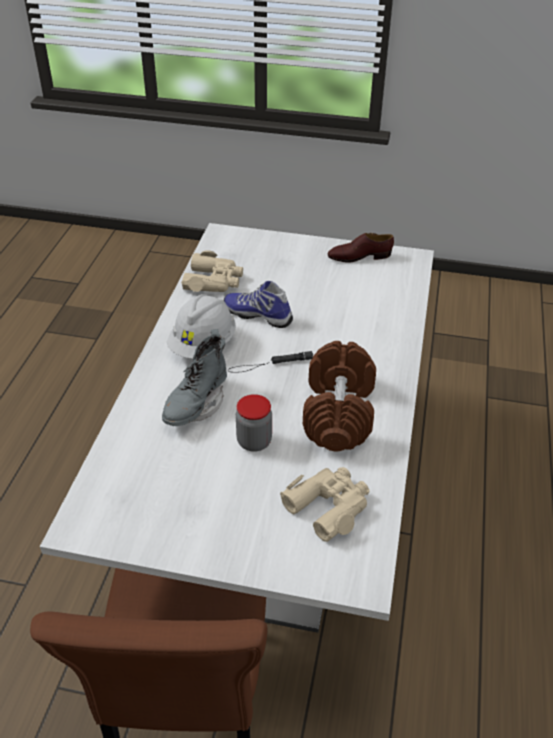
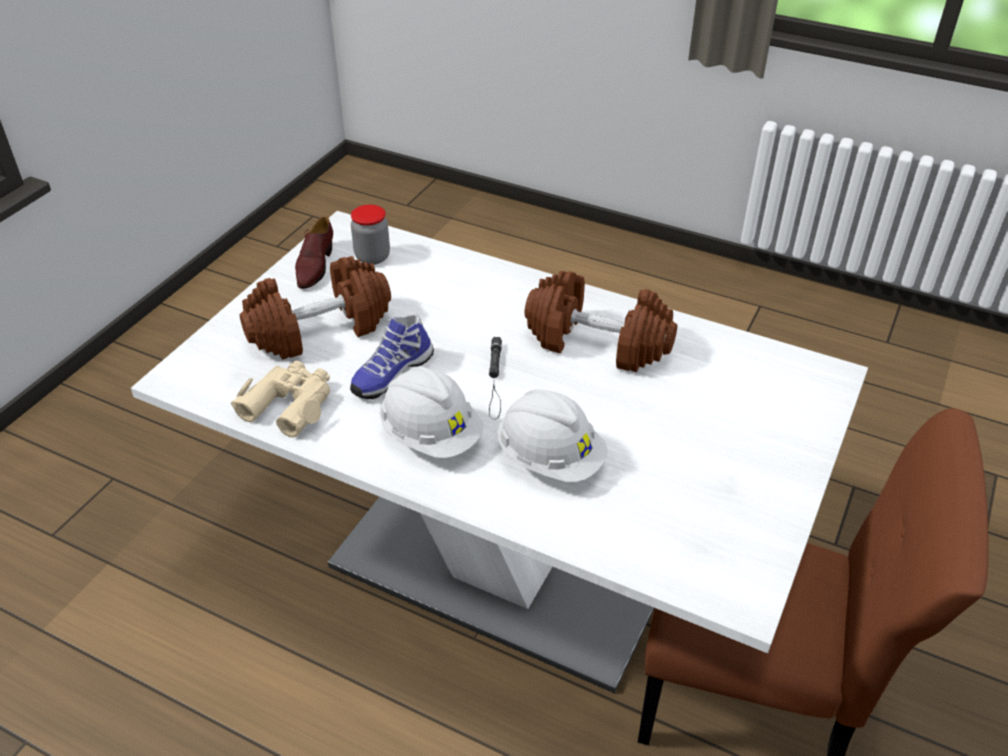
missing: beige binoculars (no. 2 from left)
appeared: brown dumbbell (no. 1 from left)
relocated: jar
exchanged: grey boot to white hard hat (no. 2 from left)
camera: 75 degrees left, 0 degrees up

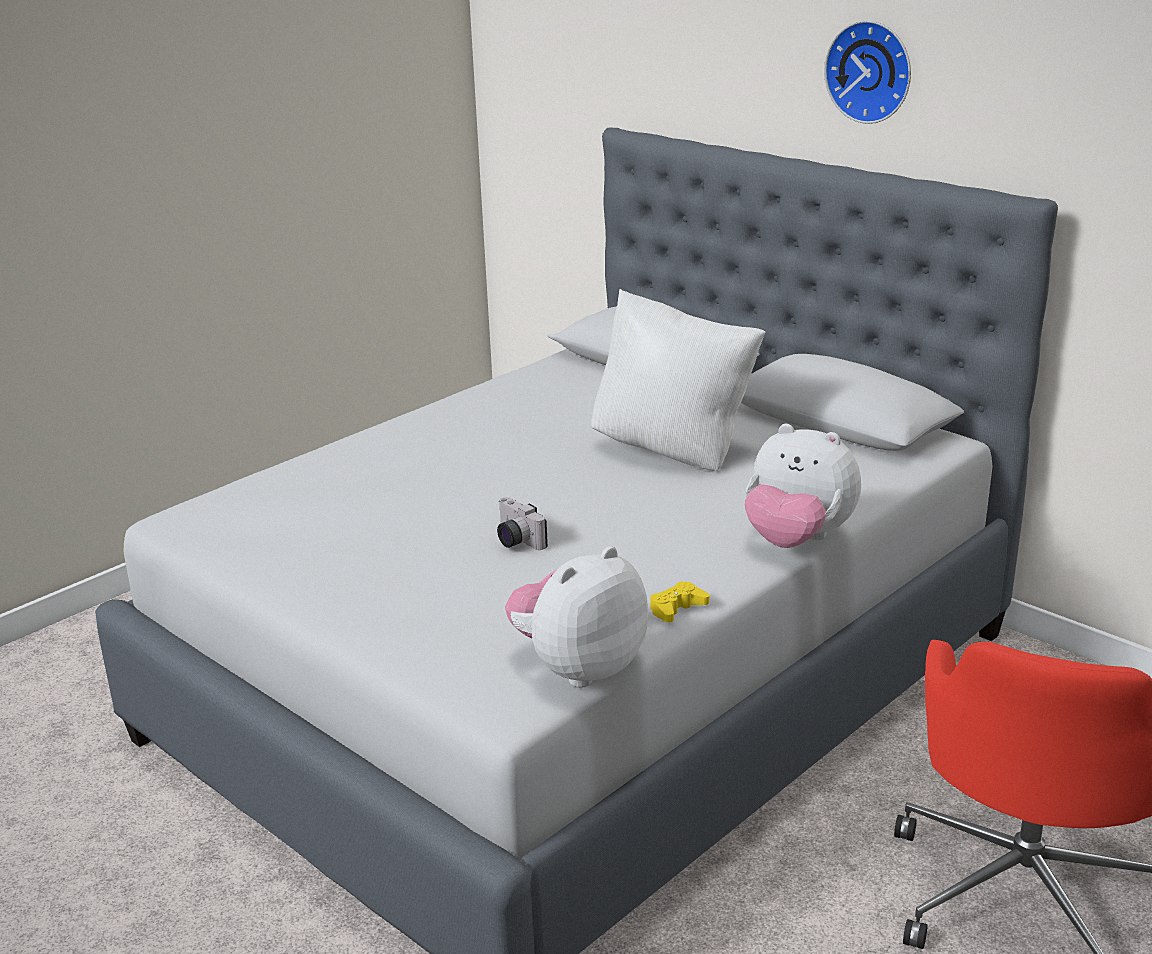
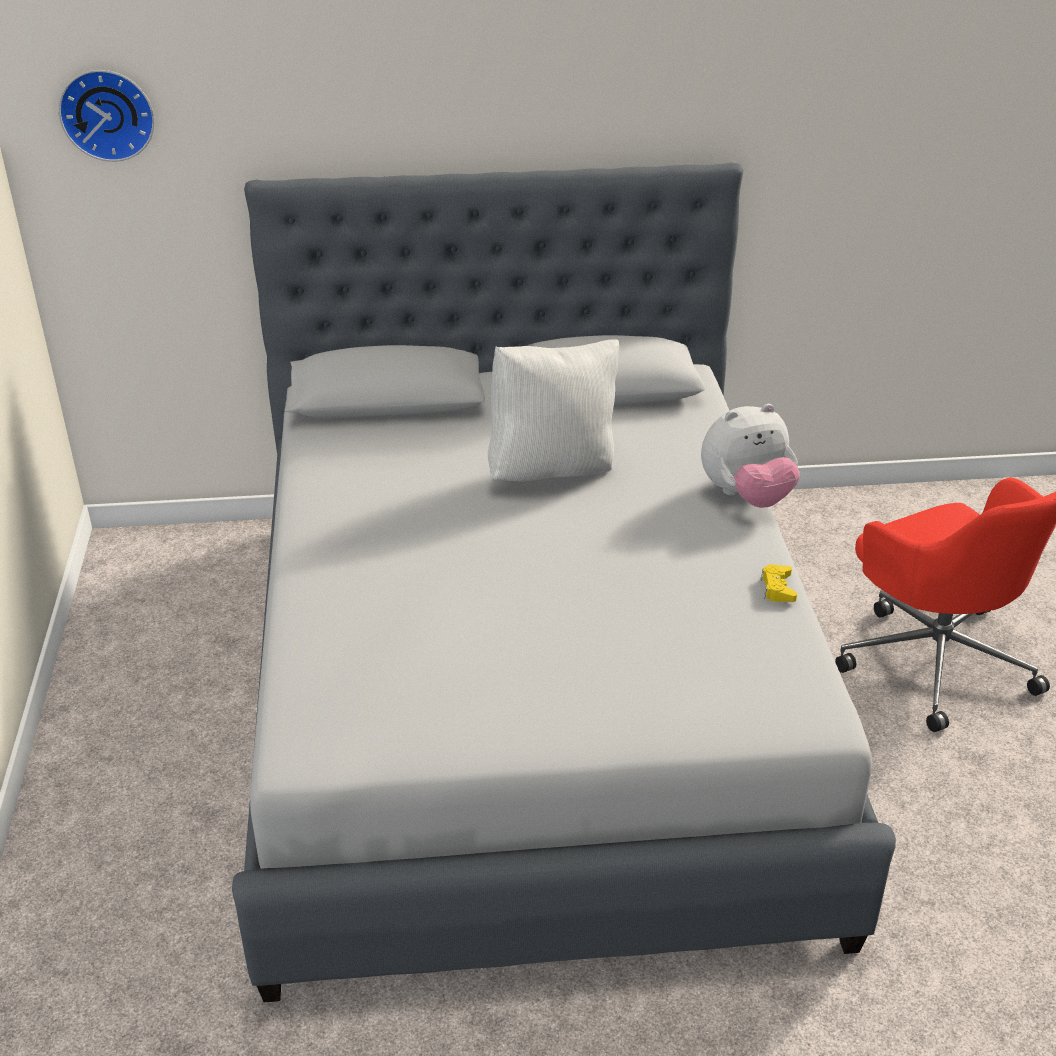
missing: photo camera; plush toy (no. 1 from left)
relocated: wall clock
camera: 50 degrees left, 10 degrees up

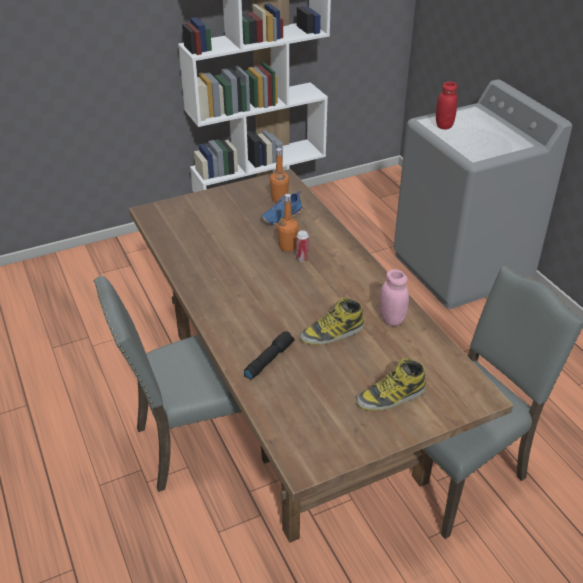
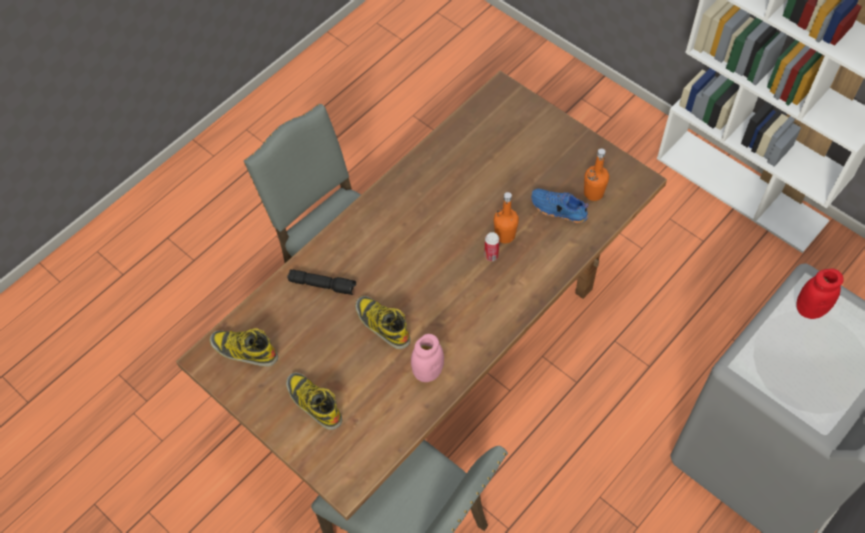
appeared: boot (no. 1 from left)
camera: 70 degrees right, 20 degrees up

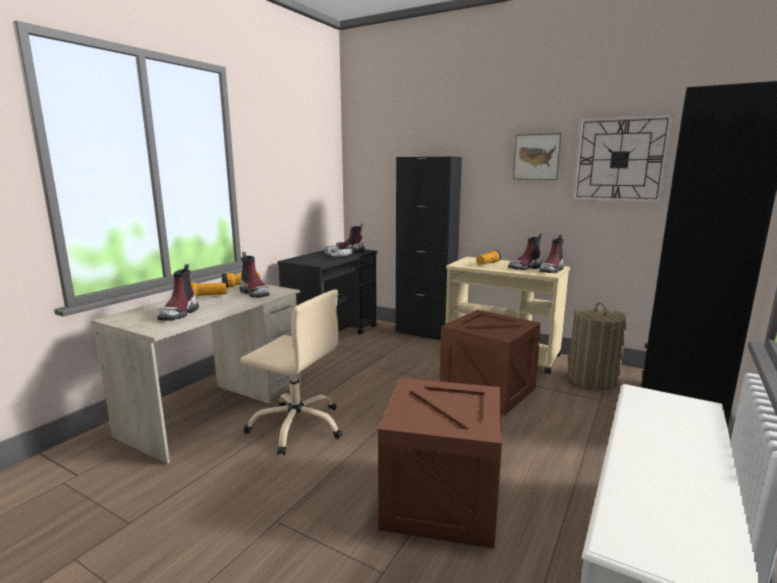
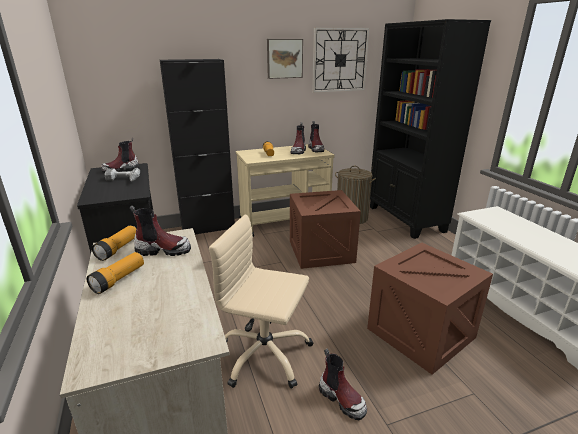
relocated: boot (no. 1 from left in the first image) to boot (no. 5 from left)
spun: beige office chair 135 degrees counterclockwise
camera: 50 degrees left, 10 degrees up

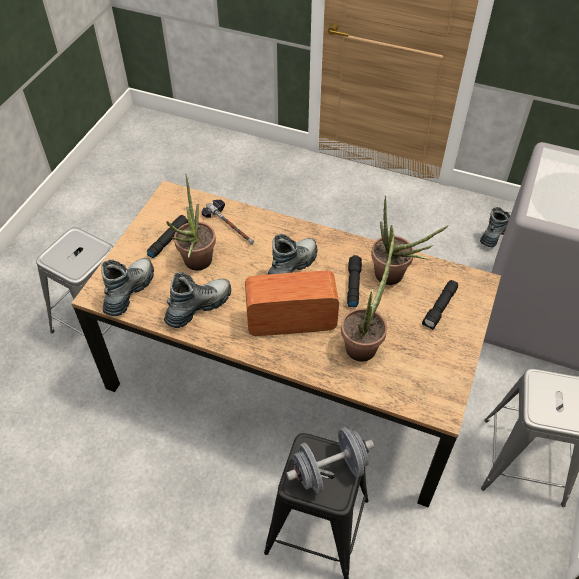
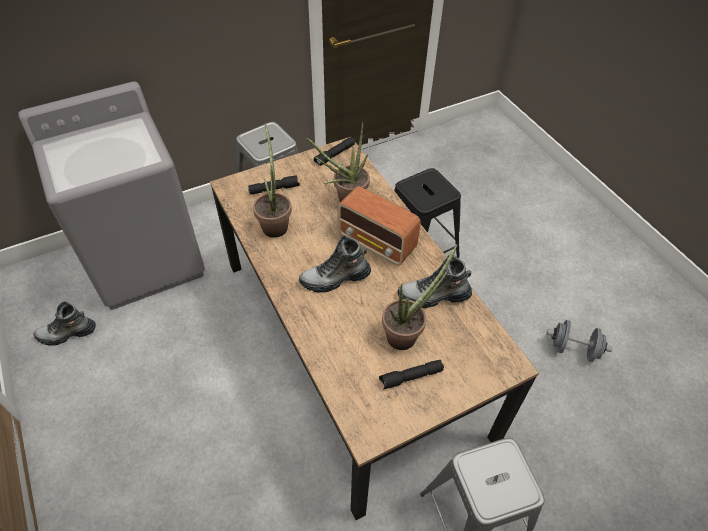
missing: boot (no. 1 from left); hammer
relocated: grey dumbbell; black flashlight (no. 2 from left)
camera: 140 degrees left, 0 degrees up

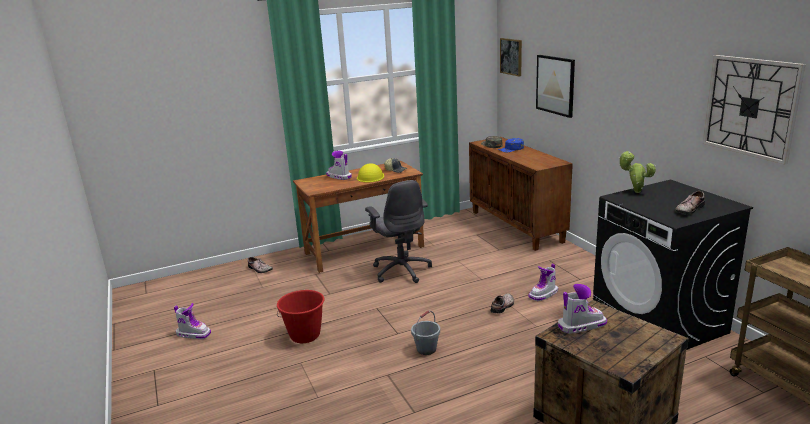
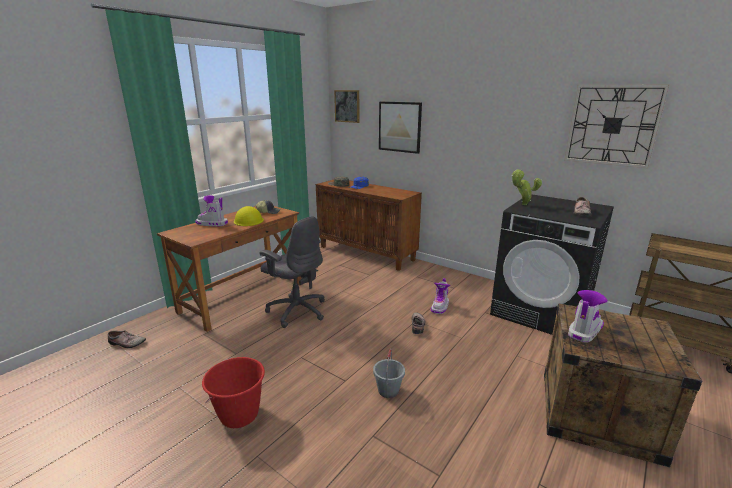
missing: boot (no. 1 from left)
camera: 30 degrees left, 0 degrees up

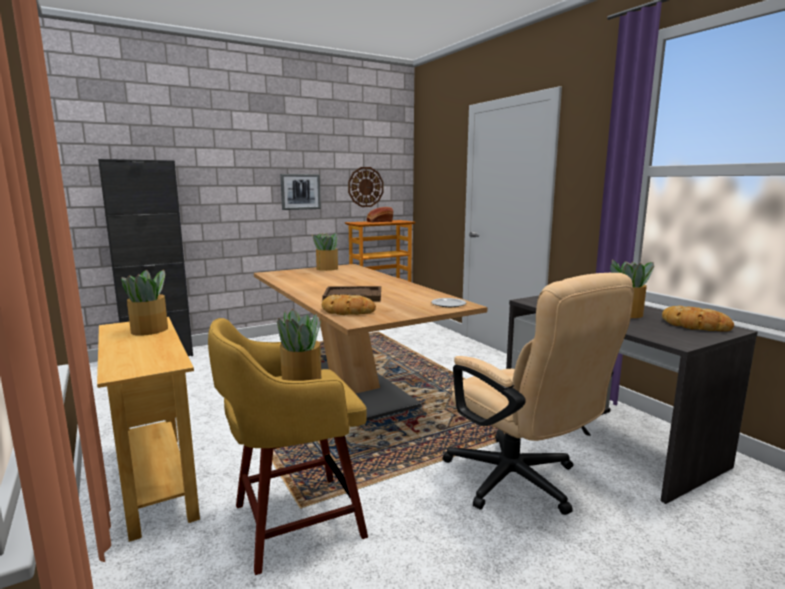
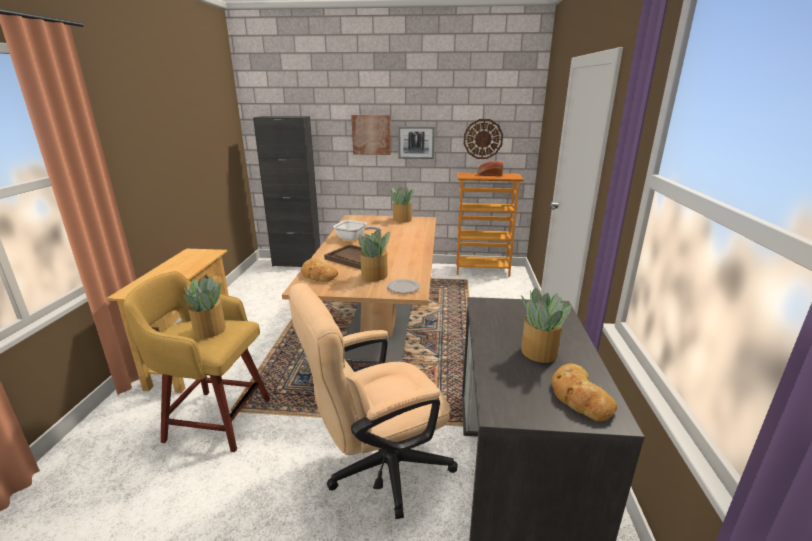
appeared: frying pan; picture (no. 1 from left)
relocated: potted plant (no. 1 from left in the first image) to potted plant (no. 2 from left)
spun: beige office chair 60 degrees clockwise
camera: 35 degrees right, 10 degrees up

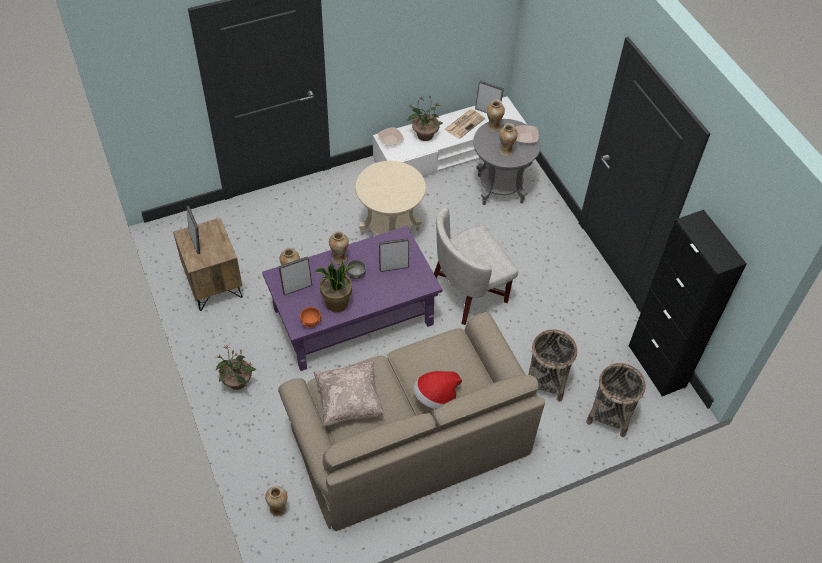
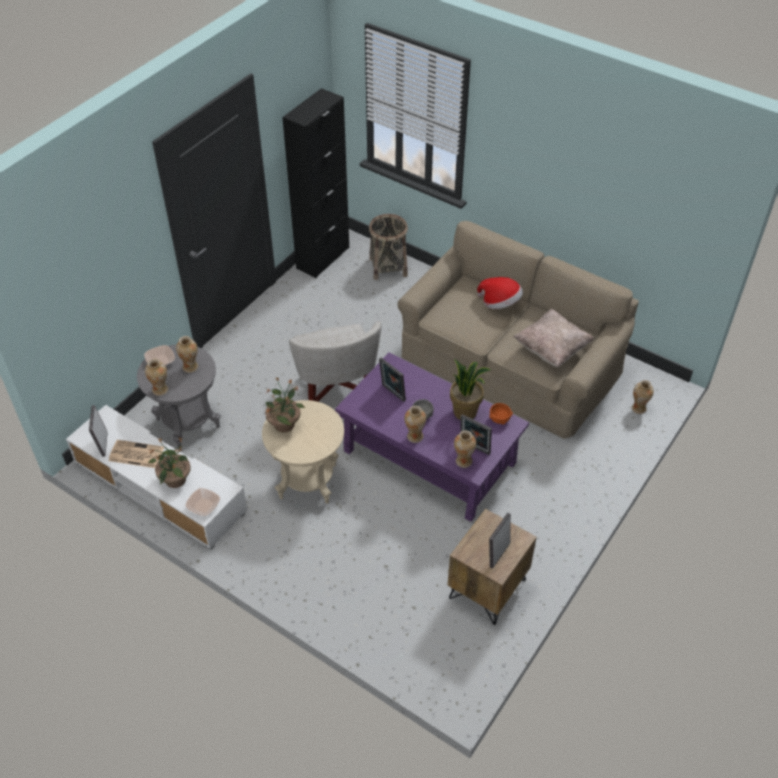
missing: basket (no. 1 from left)
relocated: potted plant (no. 1 from left in the first image) to potted plant (no. 2 from left)
spun: white armchair 45 degrees clockwise
camera: 120 degrees left, 5 degrees down

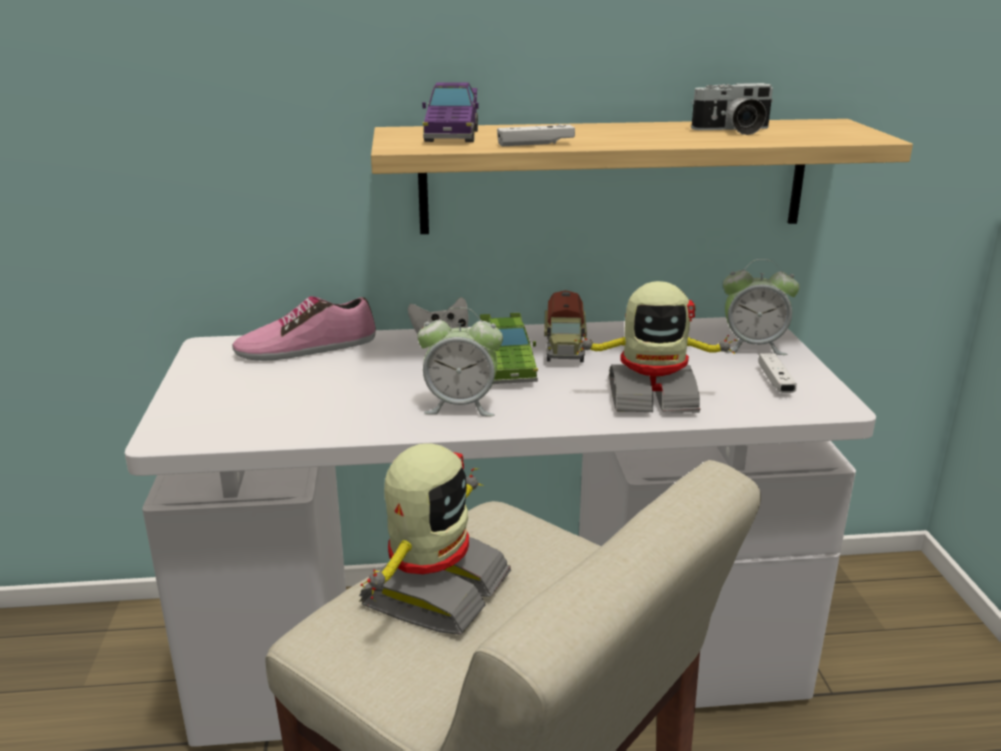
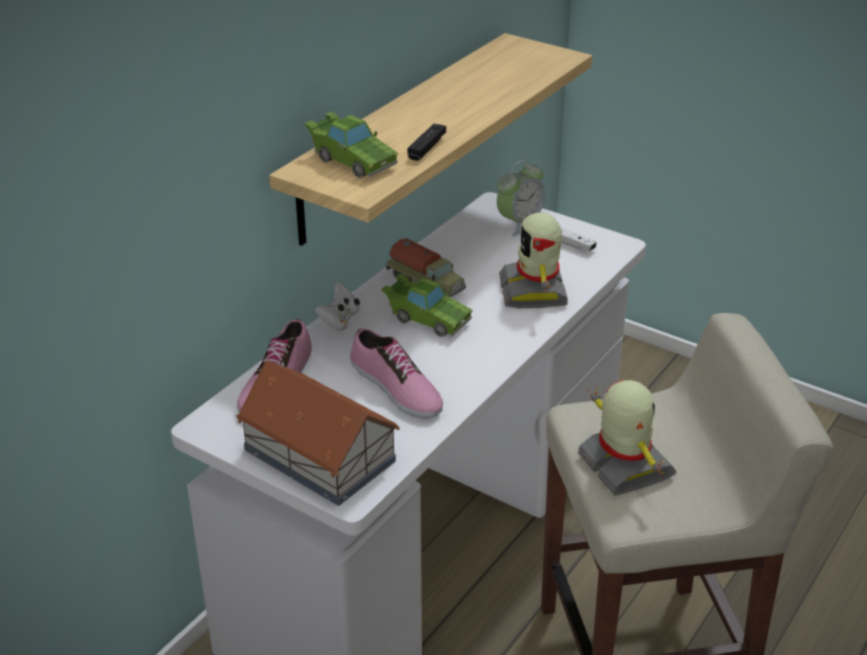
missing: alarm clock (no. 1 from left); photo camera
appeared: toy house; shoe (no. 2 from left)
colour: purple toy car to green toy car (no. 1 from left); white game controller (no. 2 from left) to black game controller
spun: toy robot (no. 2 from left in the first image) 135 degrees clockwise
camera: 50 degrees left, 10 degrees up

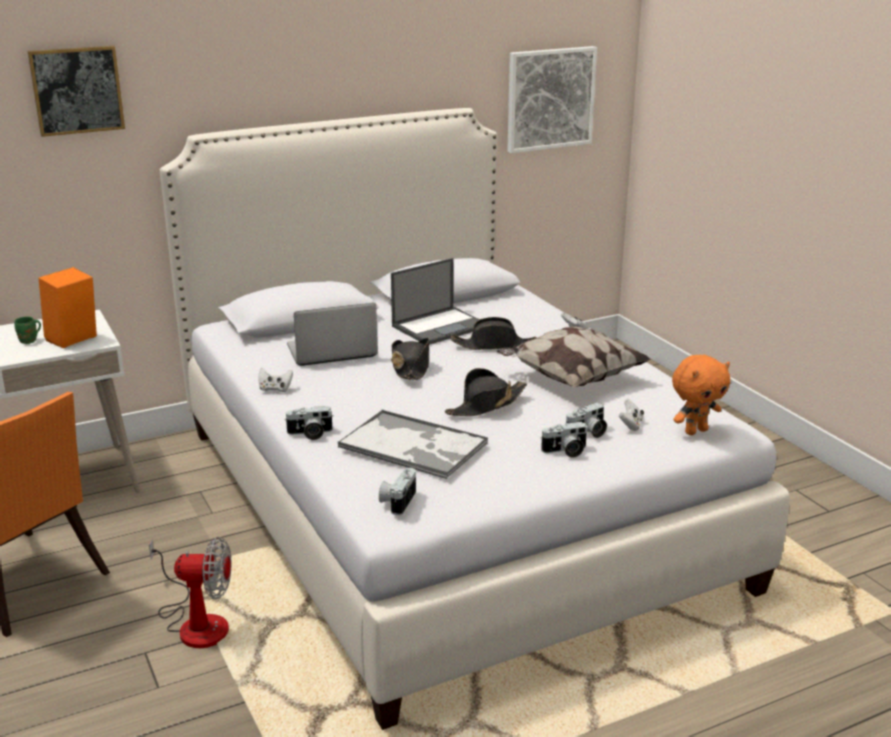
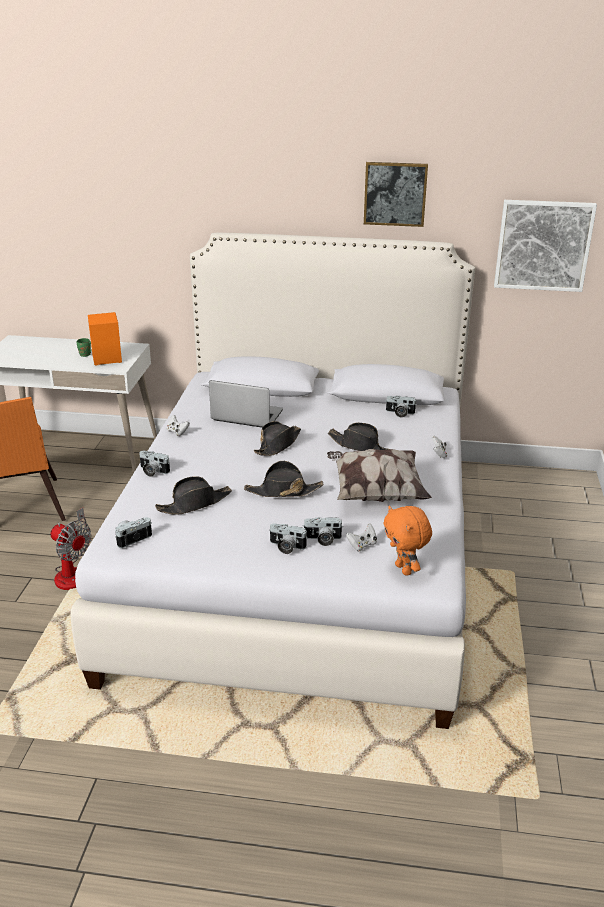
missing: laptop (no. 2 from left)
appeared: photo camera (no. 5 from left)
relocated: picture (no. 1 from left)
exchanged: tray to black hat (no. 1 from left)
spun: orange plush toy 60 degrees clockwise
camera: 35 degrees right, 5 degrees up

